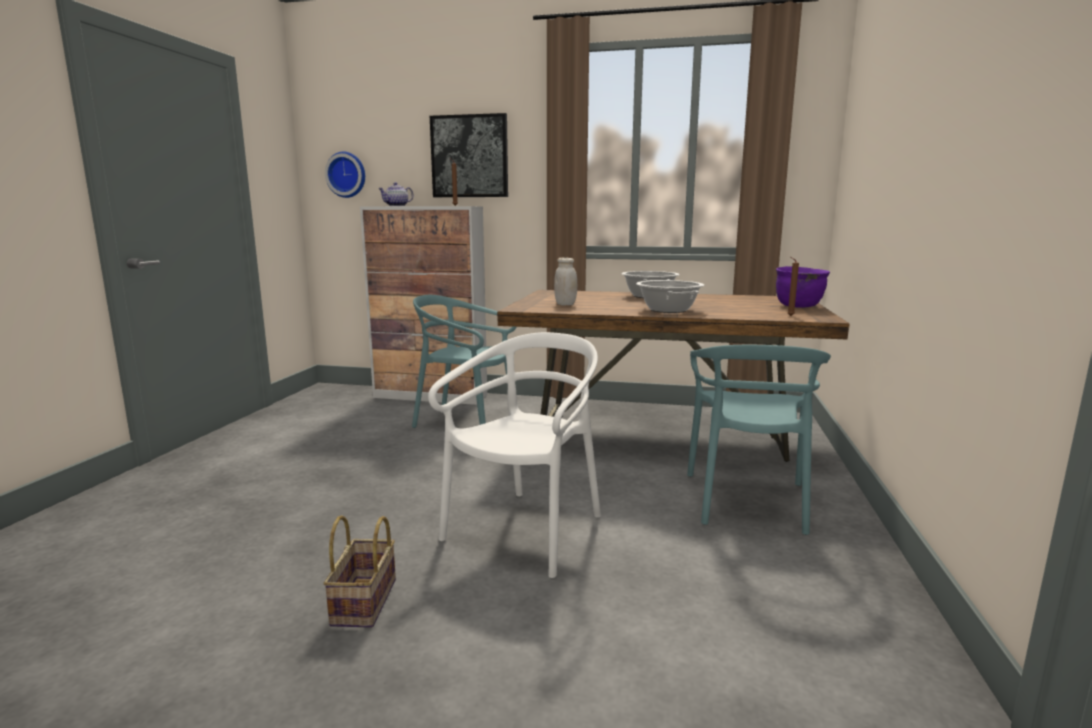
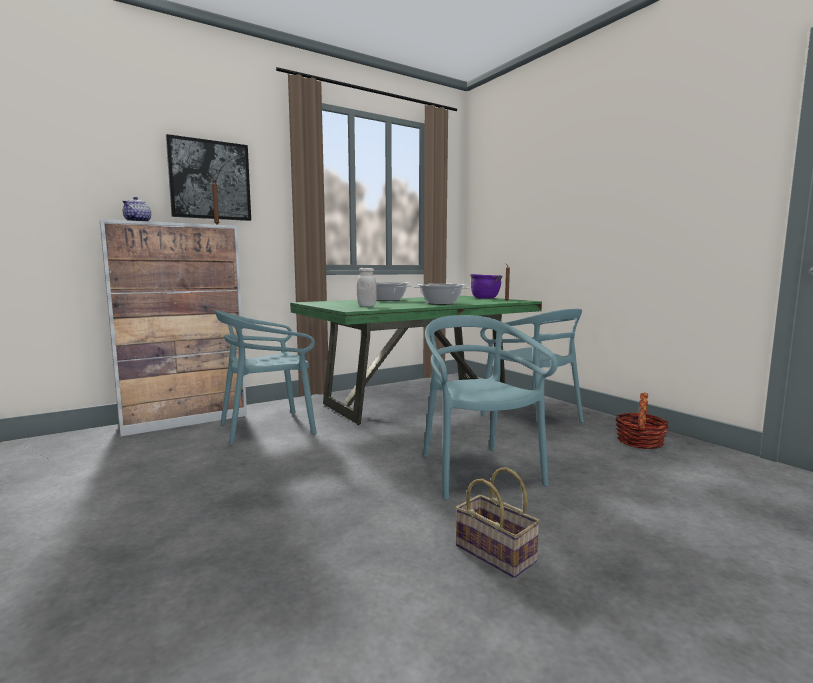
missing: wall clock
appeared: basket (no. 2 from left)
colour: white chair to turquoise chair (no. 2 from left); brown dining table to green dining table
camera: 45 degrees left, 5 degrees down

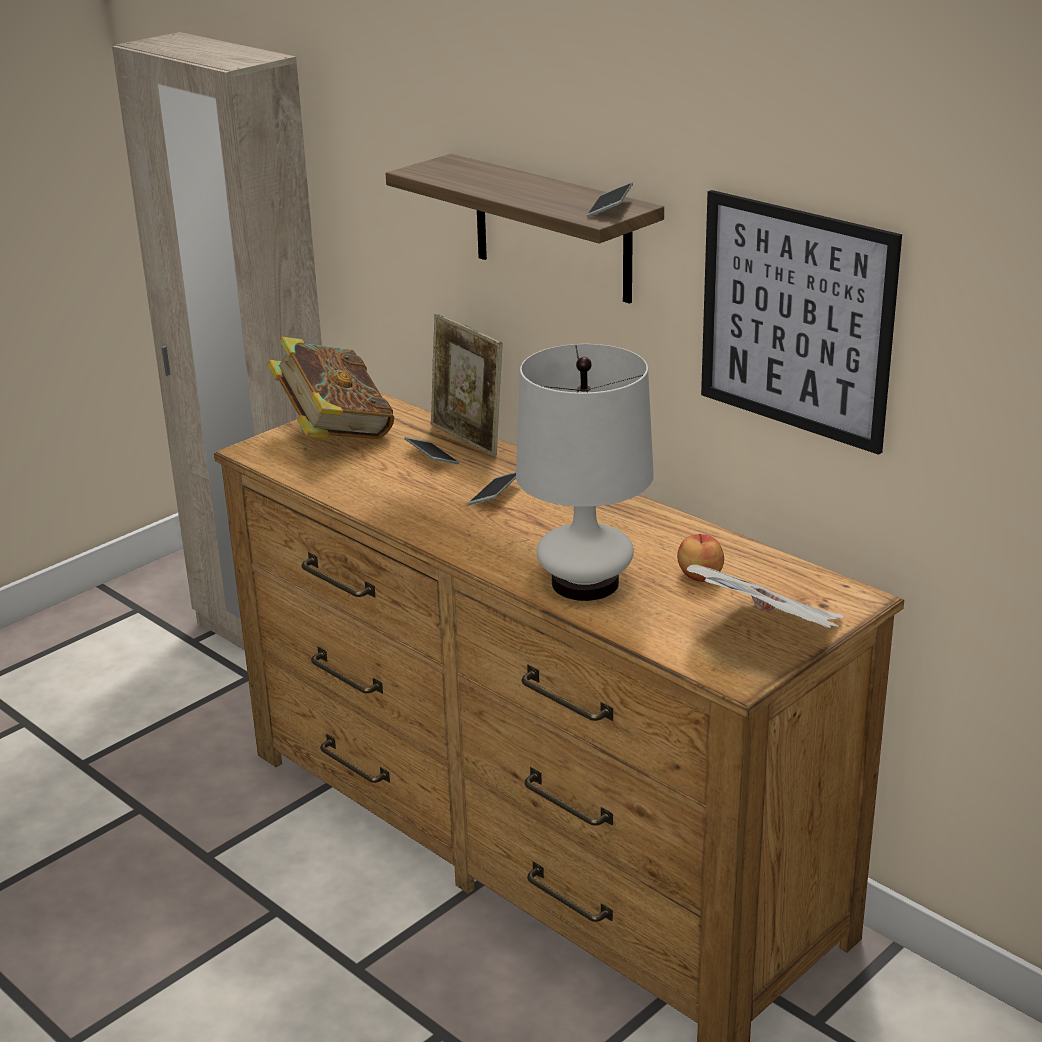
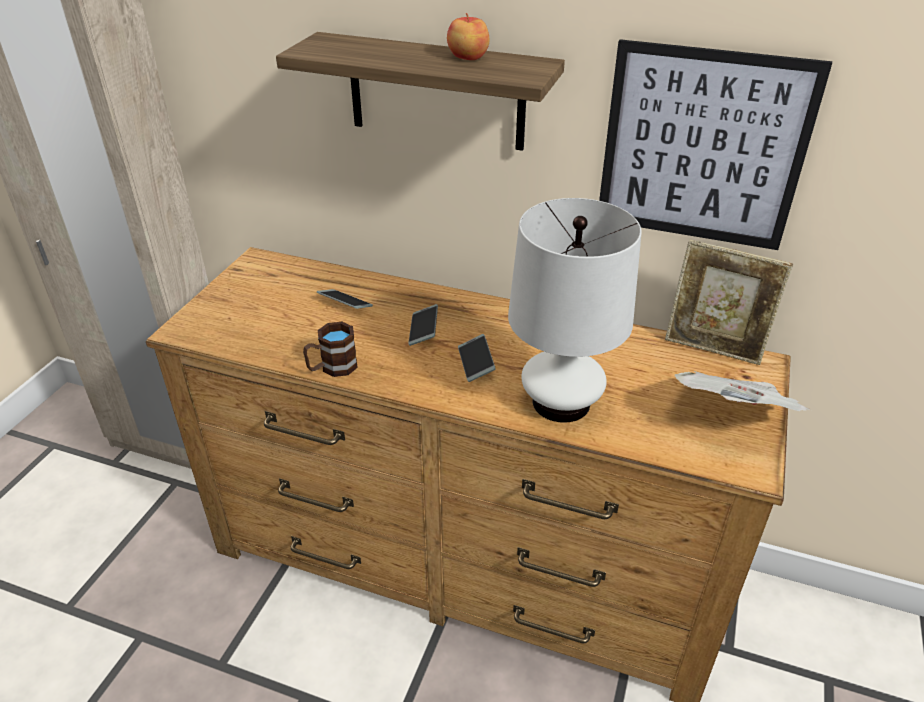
missing: book
appeared: brown mug
relocated: picture frame; phone (no. 3 from left); apple
camera: 25 degrees left, 10 degrees up

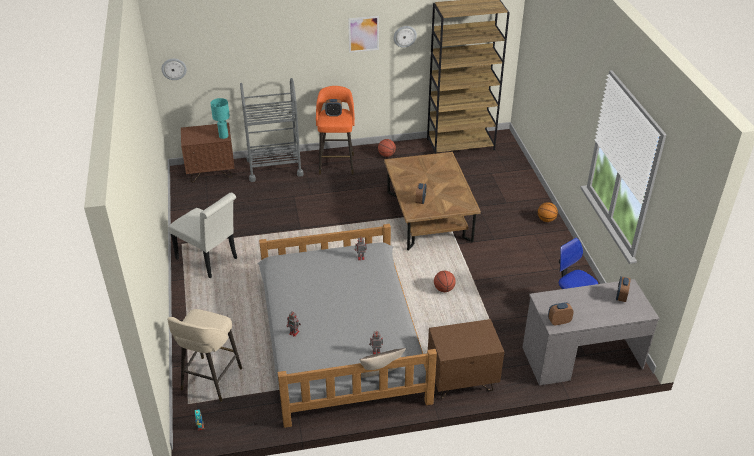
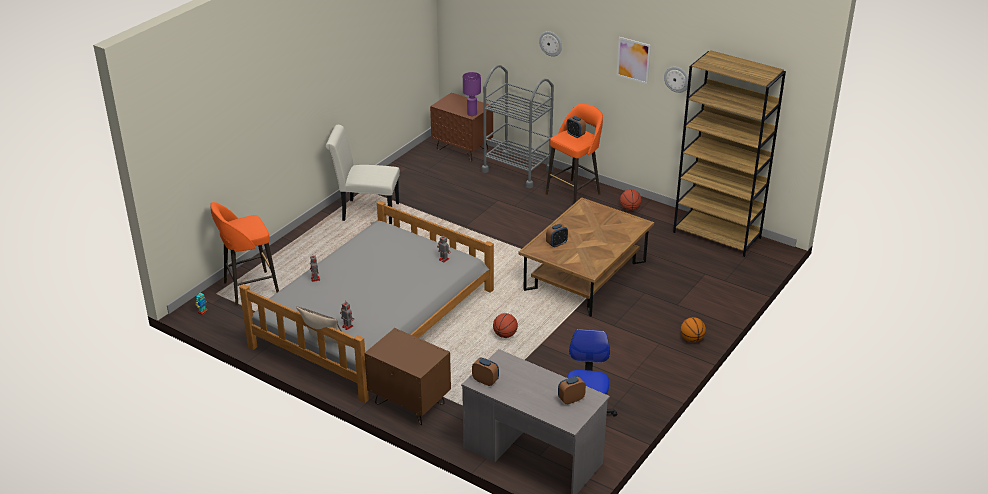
relocated: wall clock (no. 1 from left)
colour: beige stool to orange stool (no. 1 from left); turquoise table lamp to purple table lamp
spun: white chair 105 degrees clockwise
camera: 45 degrees right, 5 degrees down

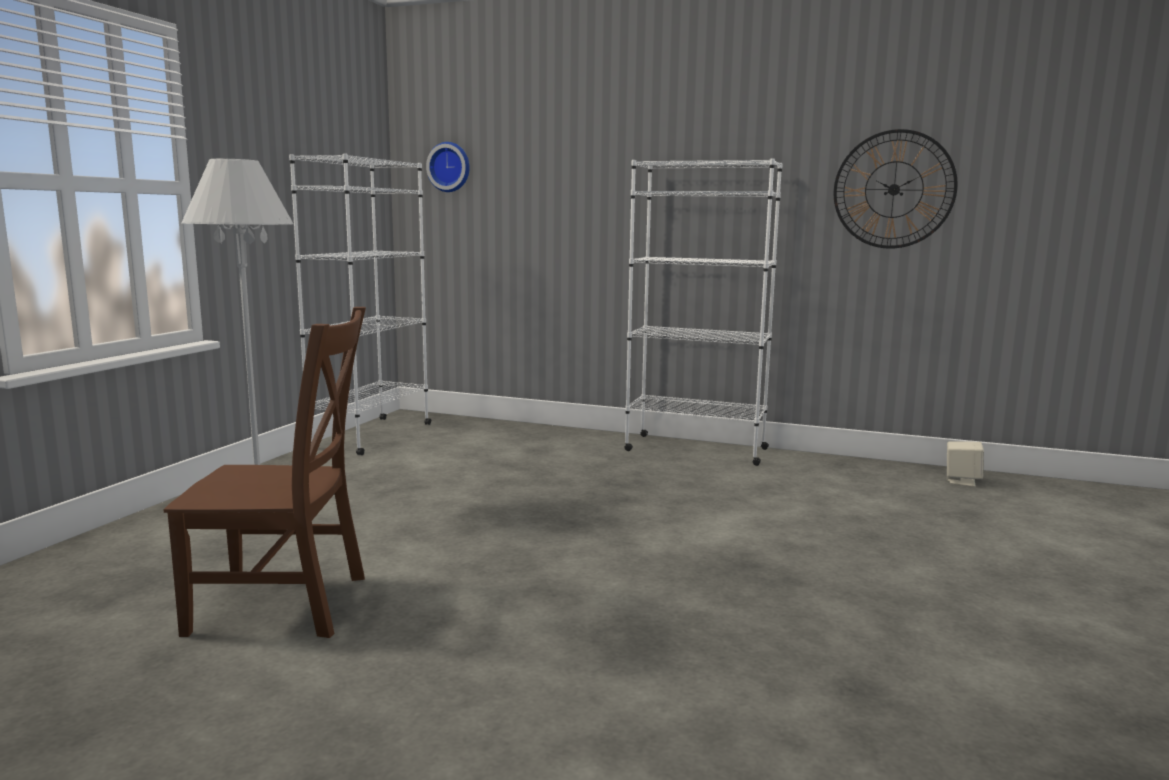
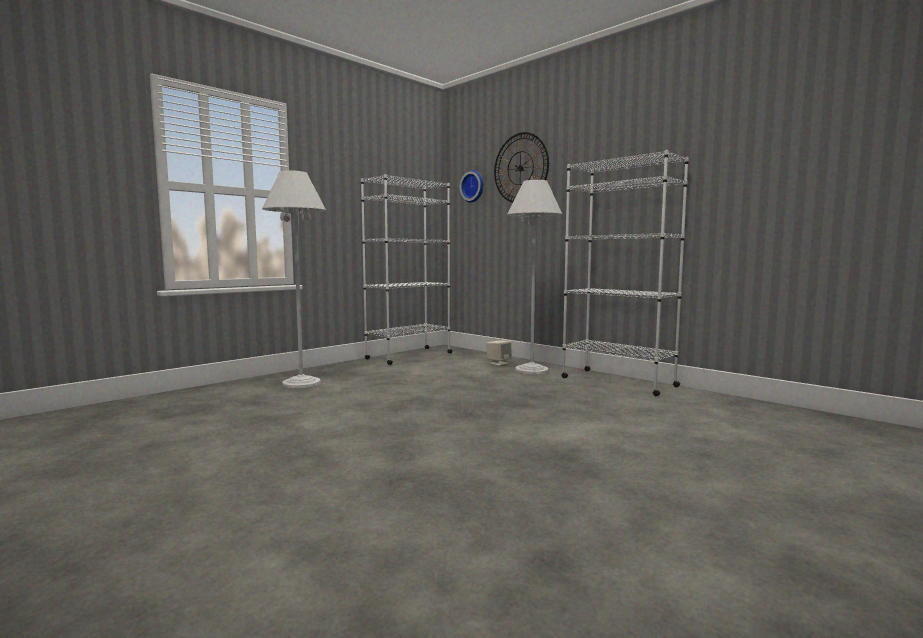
missing: brown chair
appeared: white floor lamp (no. 2 from left)
relocated: wall clock (no. 2 from left); beige speaker
camera: 25 degrees right, 5 degrees down

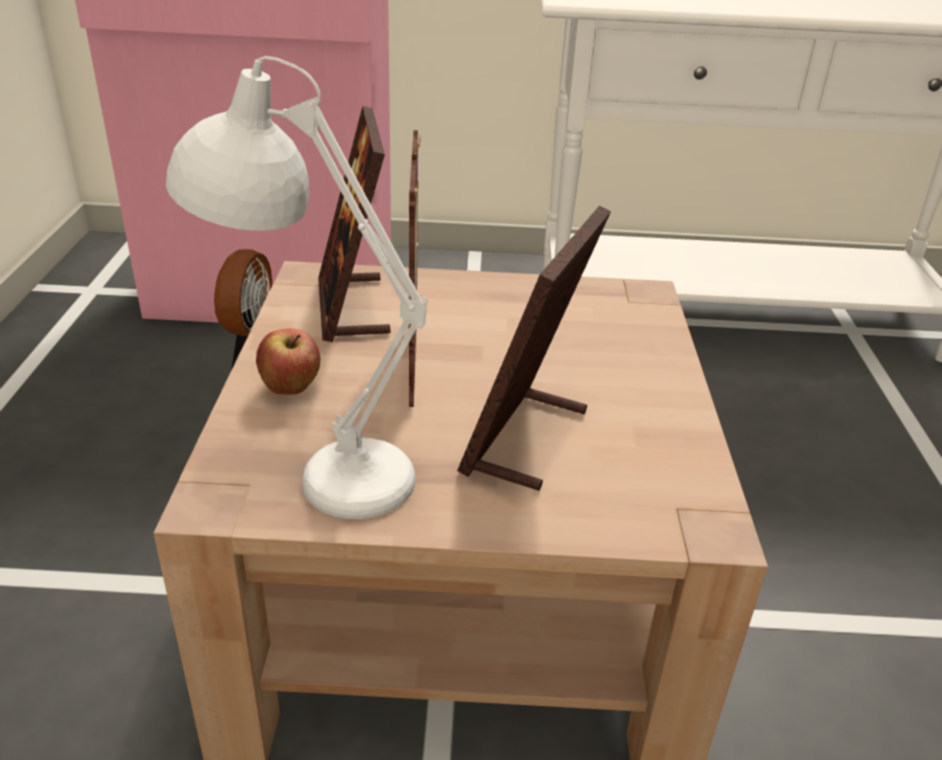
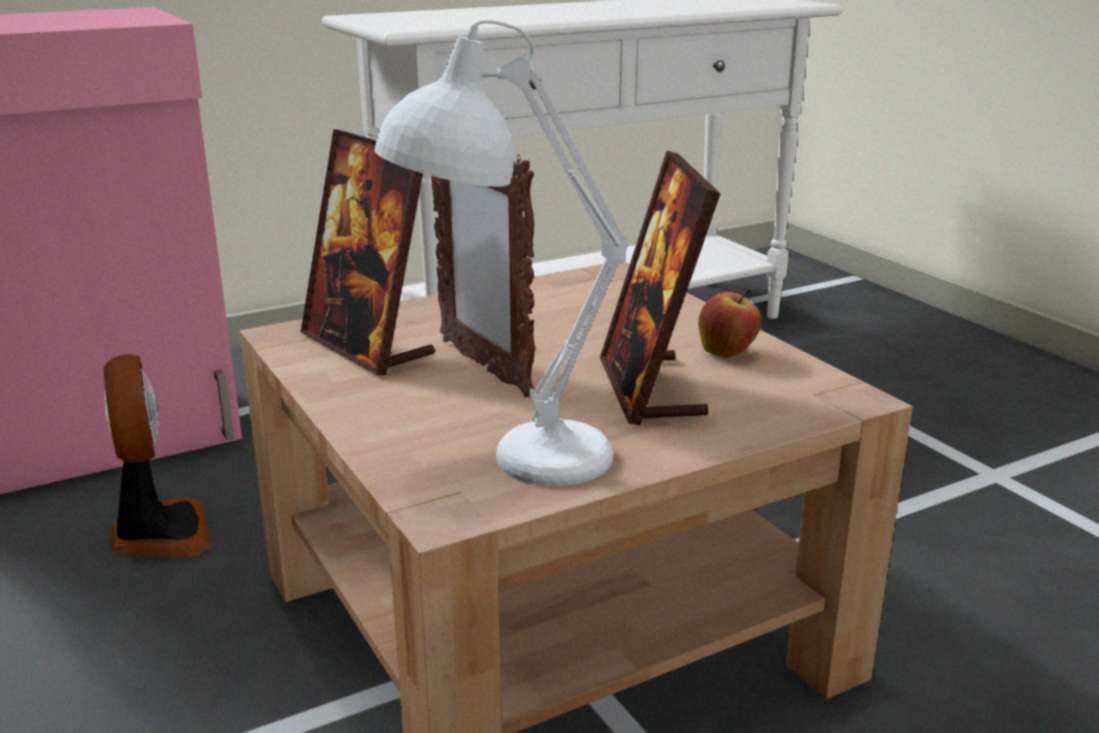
relocated: apple
camera: 30 degrees left, 10 degrees down

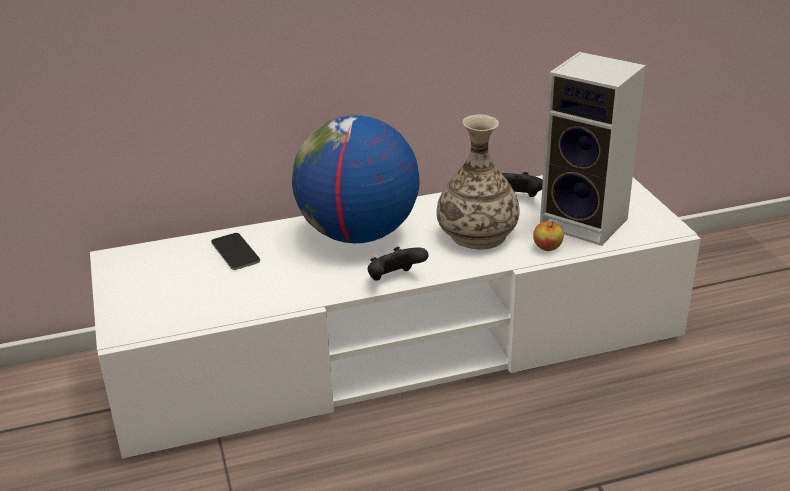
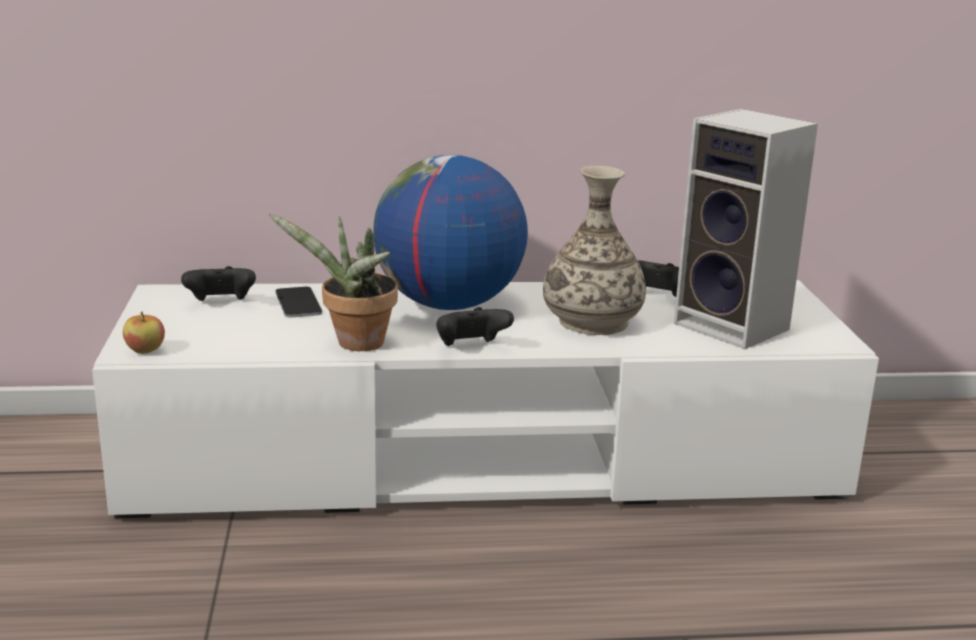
appeared: black game controller (no. 1 from left); potted plant
relocated: apple
camera: 10 degrees right, 10 degrees down

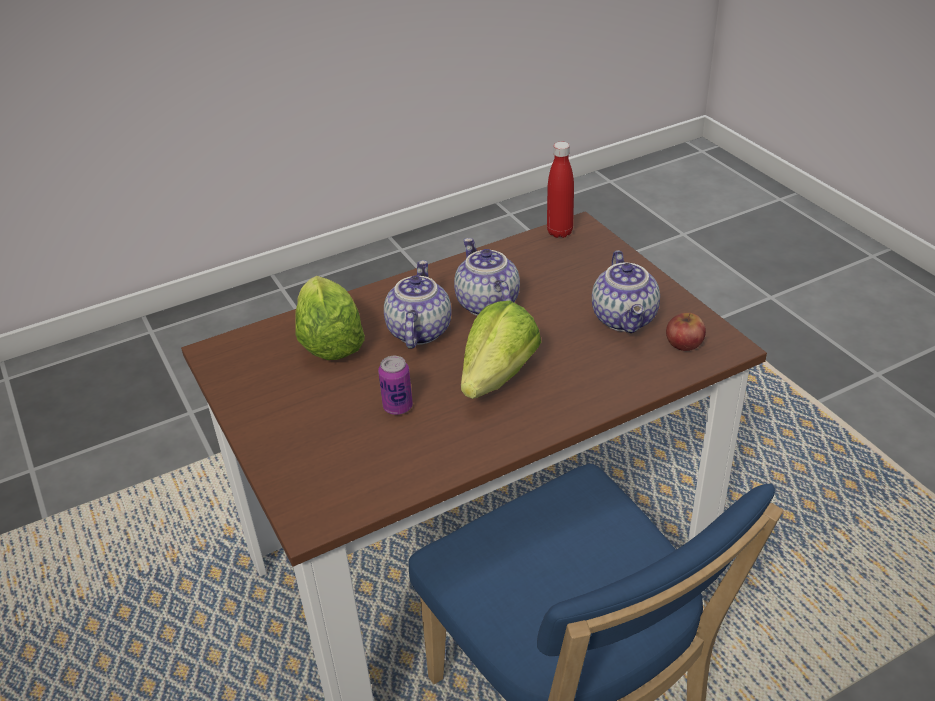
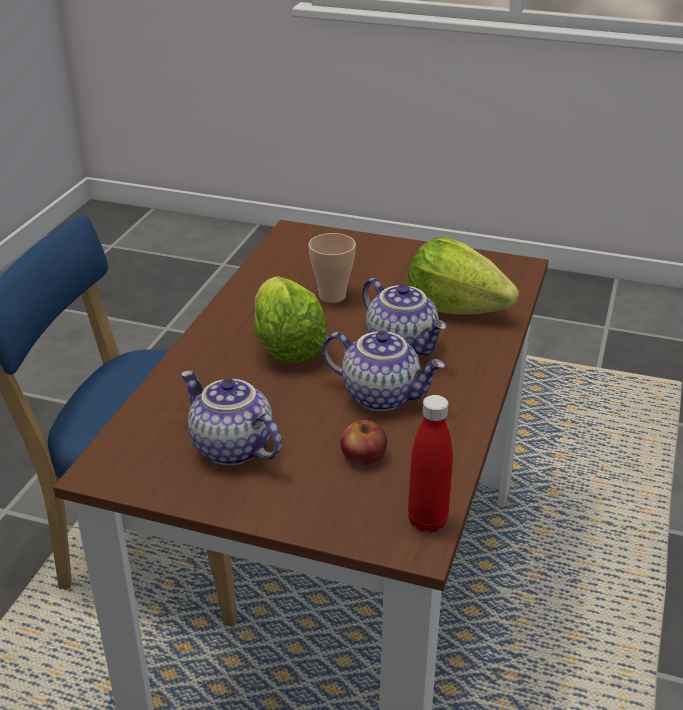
relocated: apple
exchanged: can to cup
camera: 135 degrees right, 5 degrees down

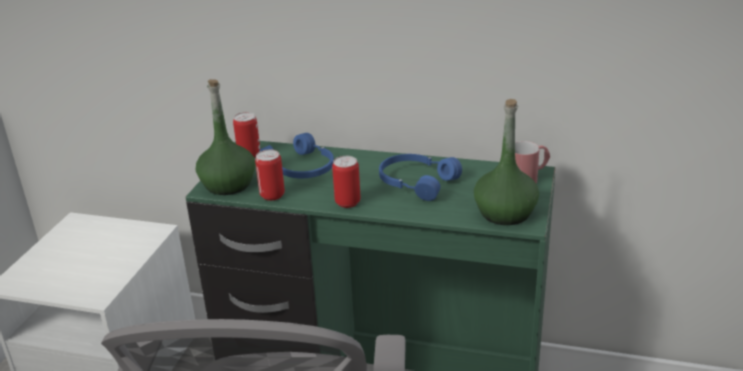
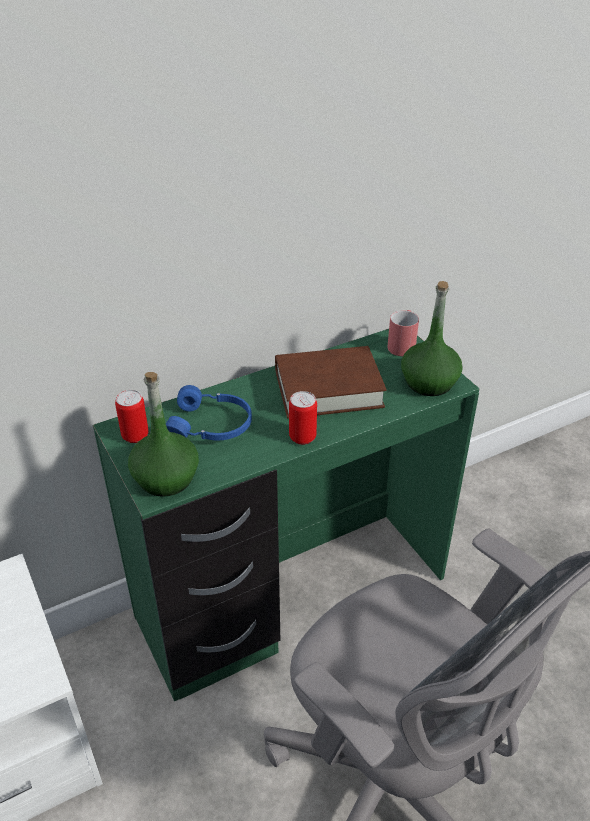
missing: can (no. 2 from left)
exchanged: blue headphones (no. 2 from left) to brown book
camera: 45 degrees left, 10 degrees up

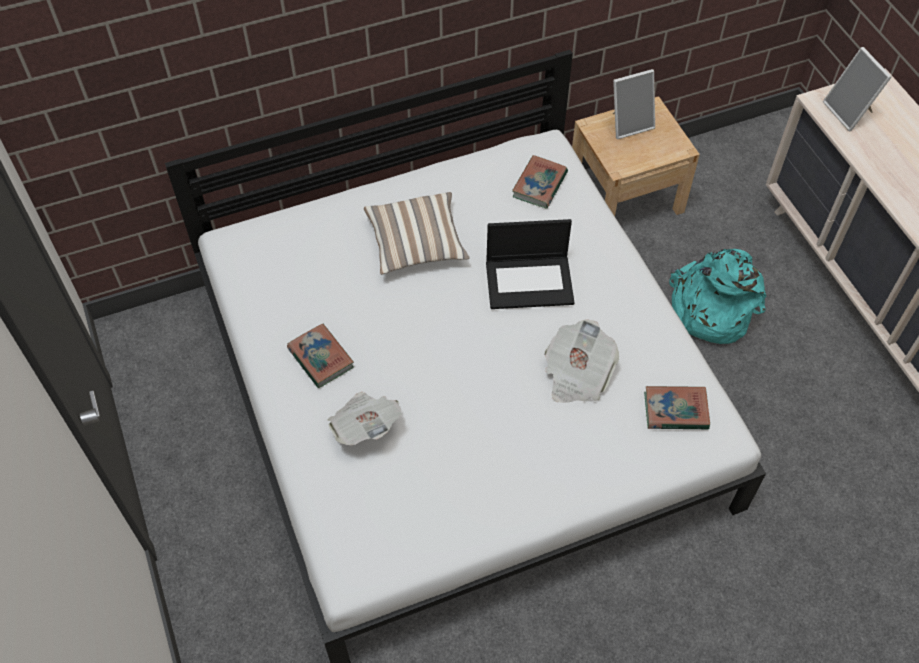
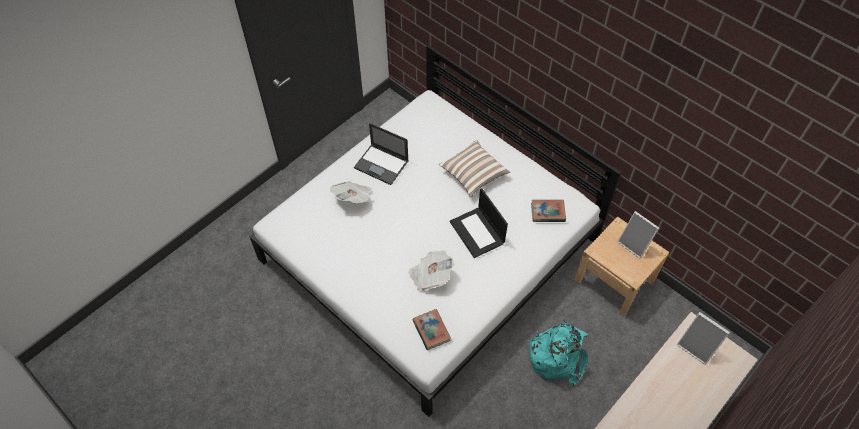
exchanged: book (no. 1 from left) to laptop (no. 1 from left)
spun: picture frame (no. 2 from left) 90 degrees counterclockwise
camera: 65 degrees right, 0 degrees up

